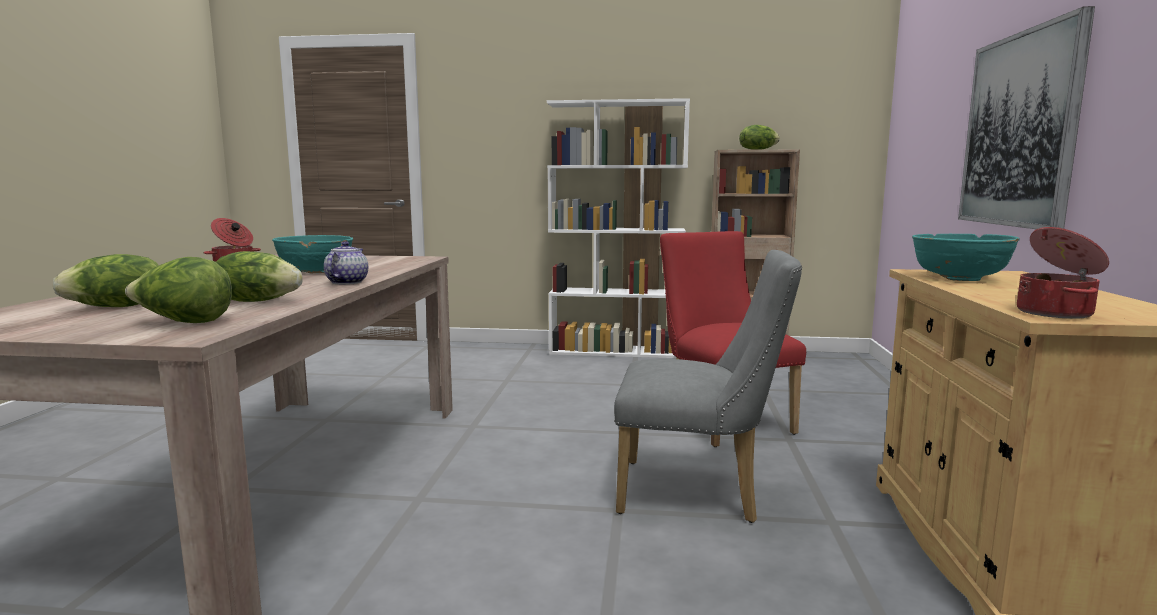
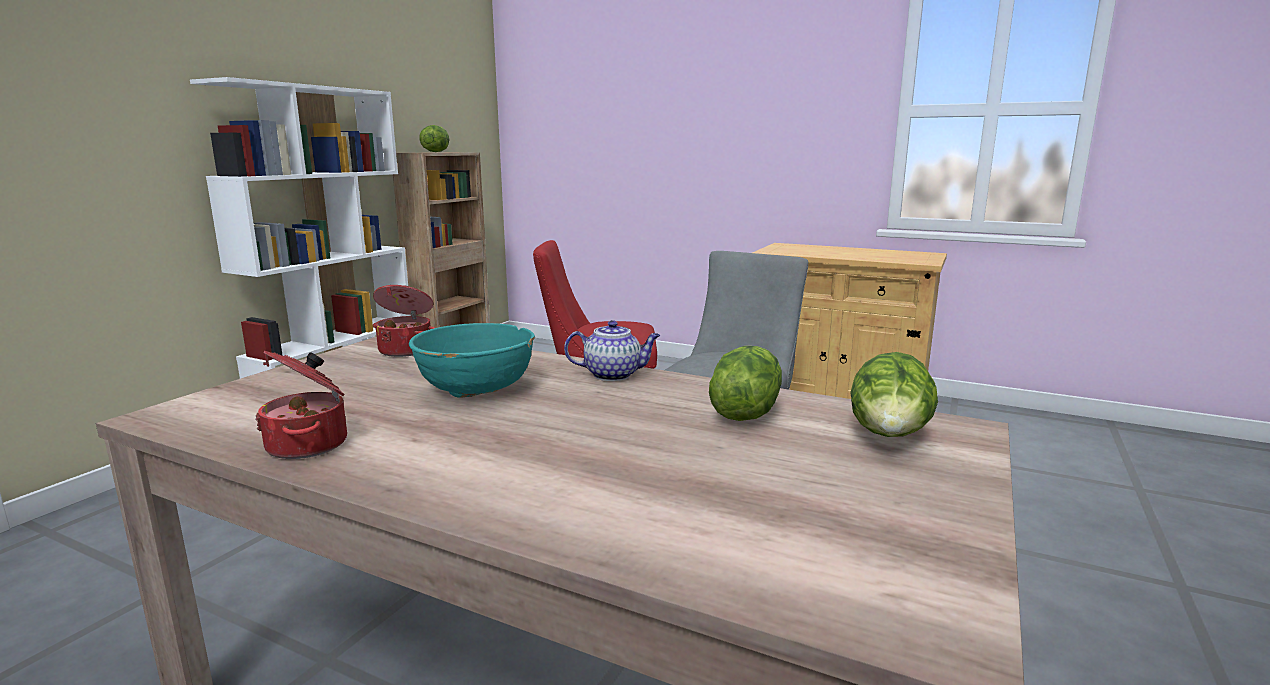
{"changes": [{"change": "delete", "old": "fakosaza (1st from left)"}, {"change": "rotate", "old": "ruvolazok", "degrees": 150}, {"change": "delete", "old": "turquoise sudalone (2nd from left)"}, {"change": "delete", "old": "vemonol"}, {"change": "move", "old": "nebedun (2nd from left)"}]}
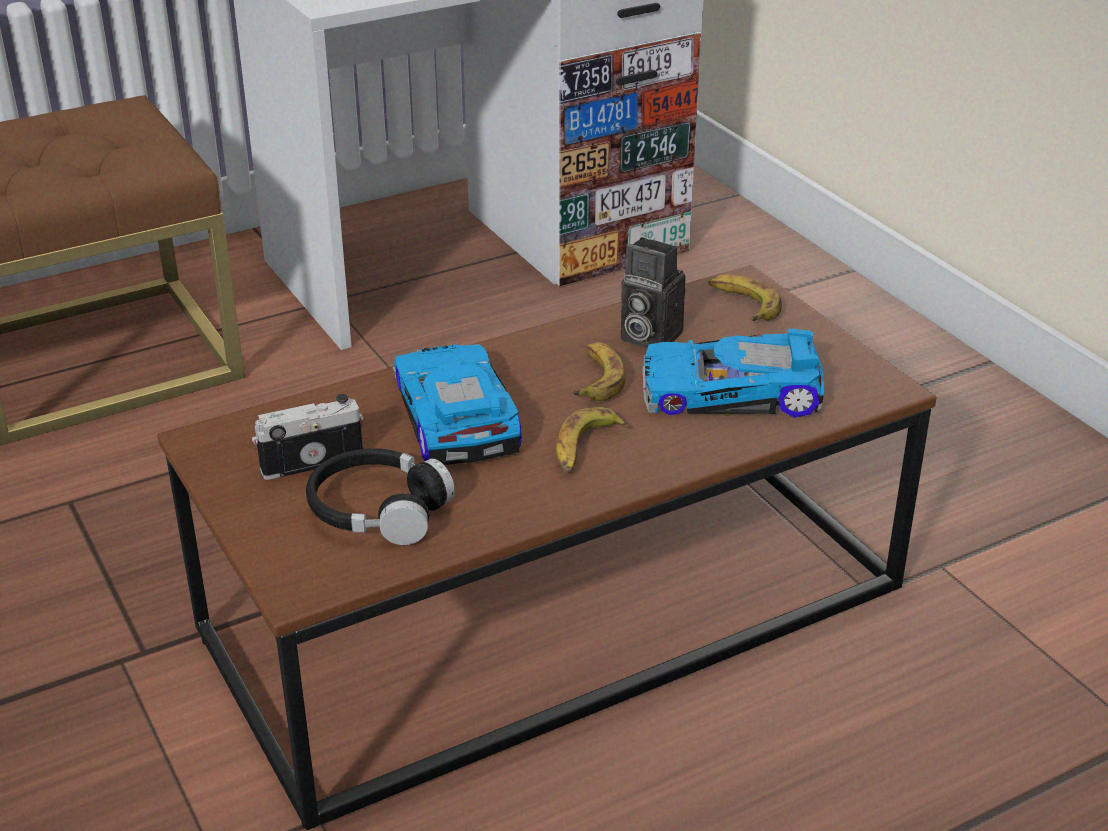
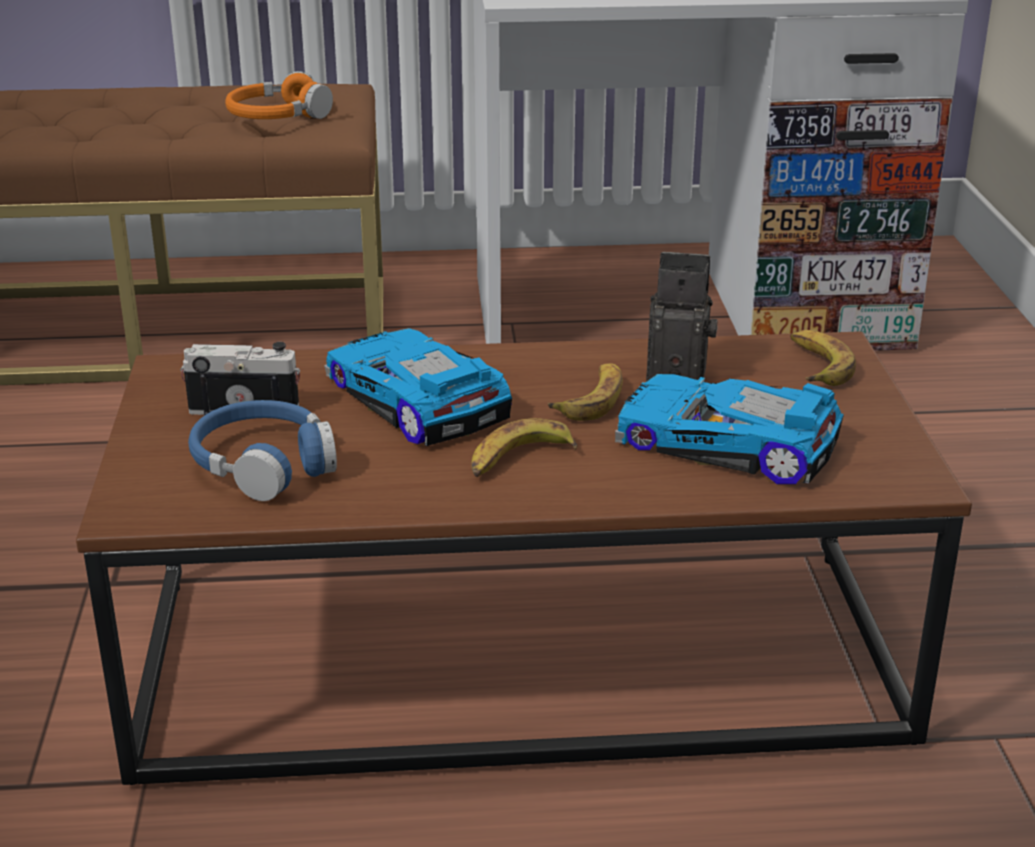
{"changes": [{"change": "recolor", "old": "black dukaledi", "new": "blue dukaledi"}, {"change": "rotate", "old": "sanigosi (1st from left)", "degrees": -45}, {"change": "rotate", "old": "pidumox (2nd from left)", "degrees": 135}, {"change": "insert", "new": "orange dukaledi"}]}
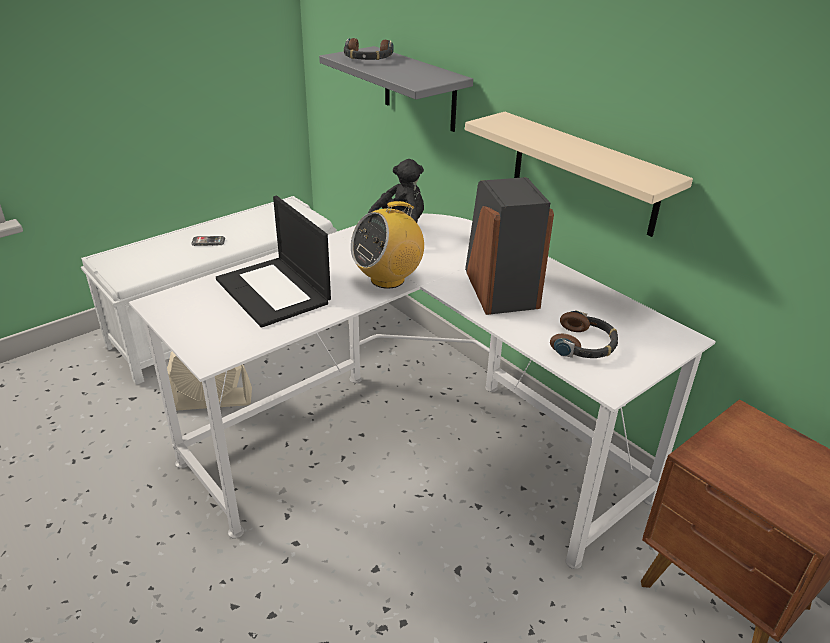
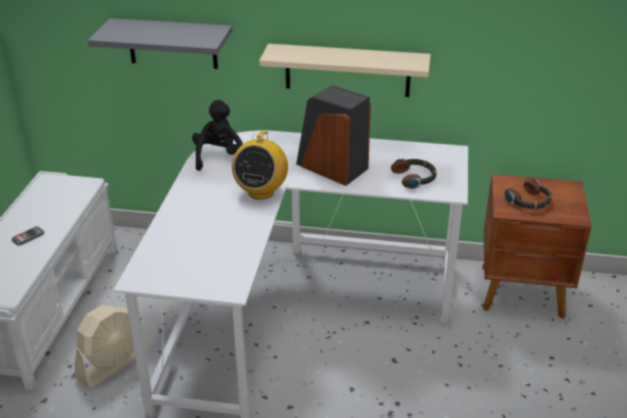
{"changes": [{"change": "delete", "old": "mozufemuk"}, {"change": "move", "old": "dukaledi (1st from left in the first image)", "new": "dukaledi (2nd from left)"}]}
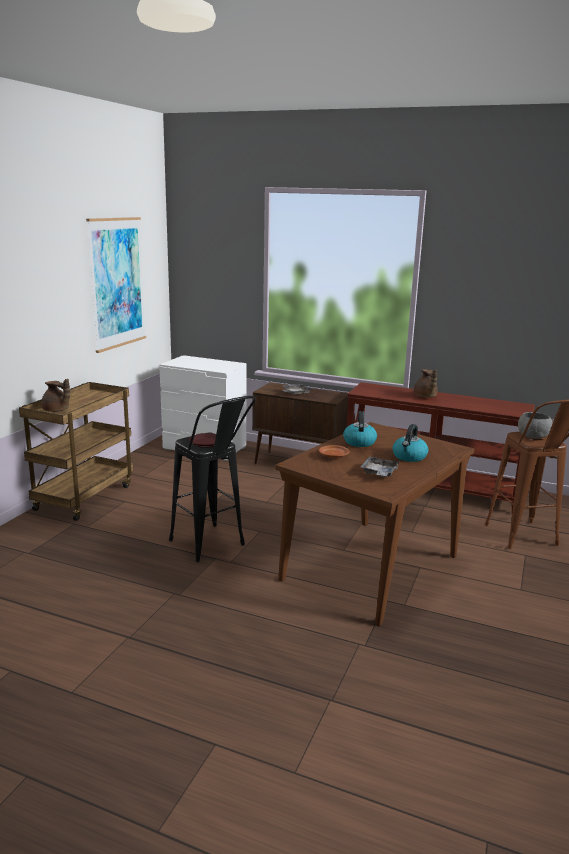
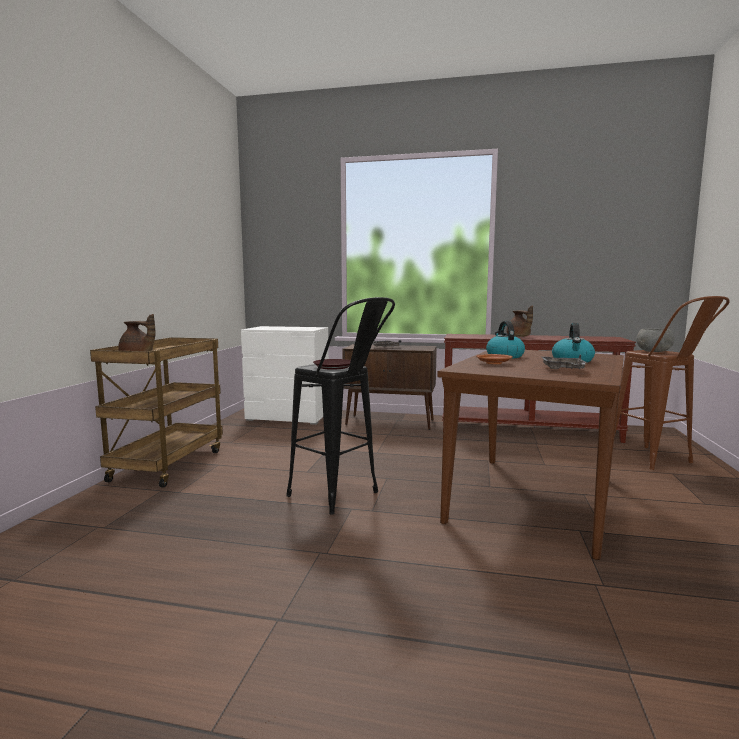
{"changes": [{"change": "delete", "old": "vemonol"}]}
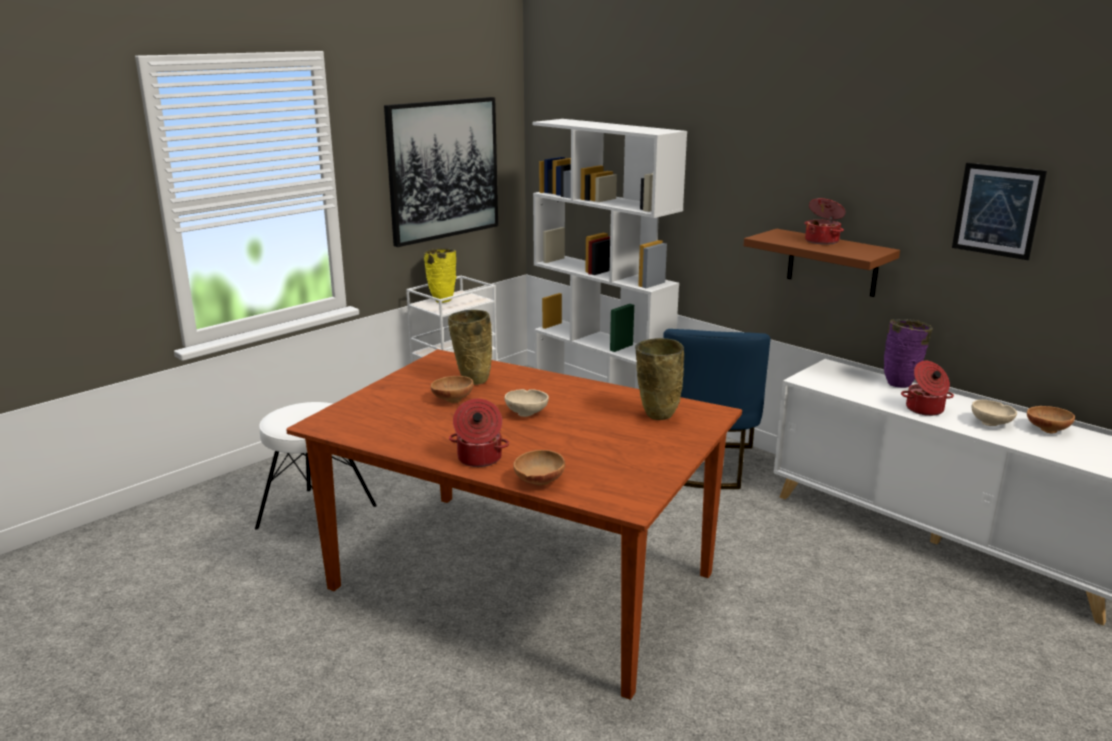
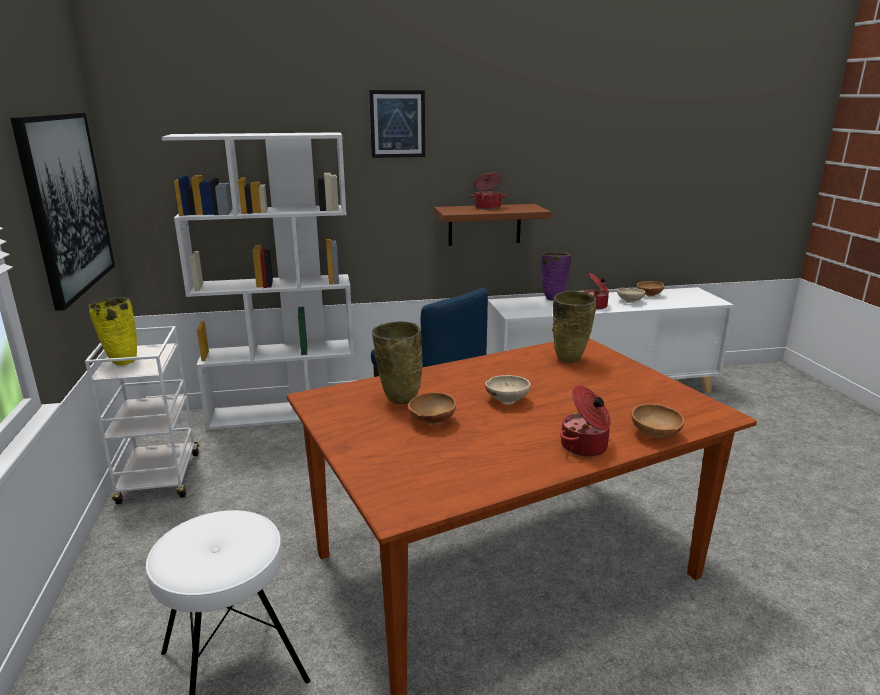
{"changes": [{"change": "move", "old": "vemonol (2nd from left)"}]}
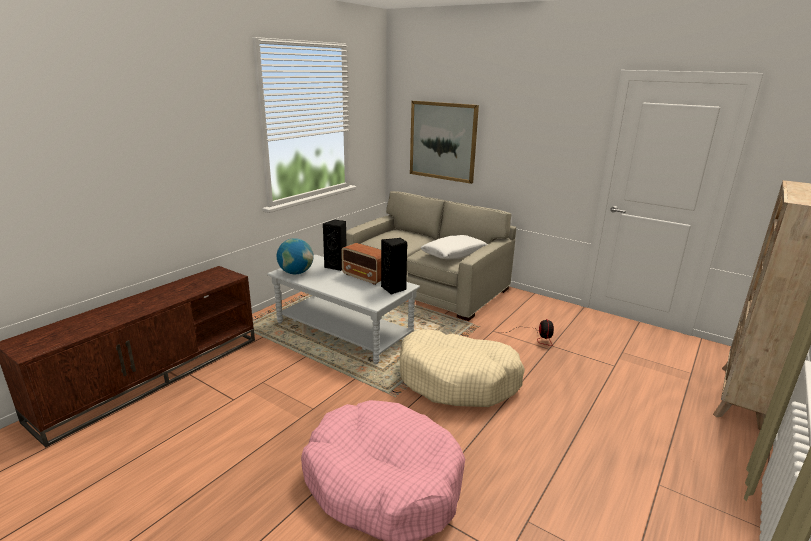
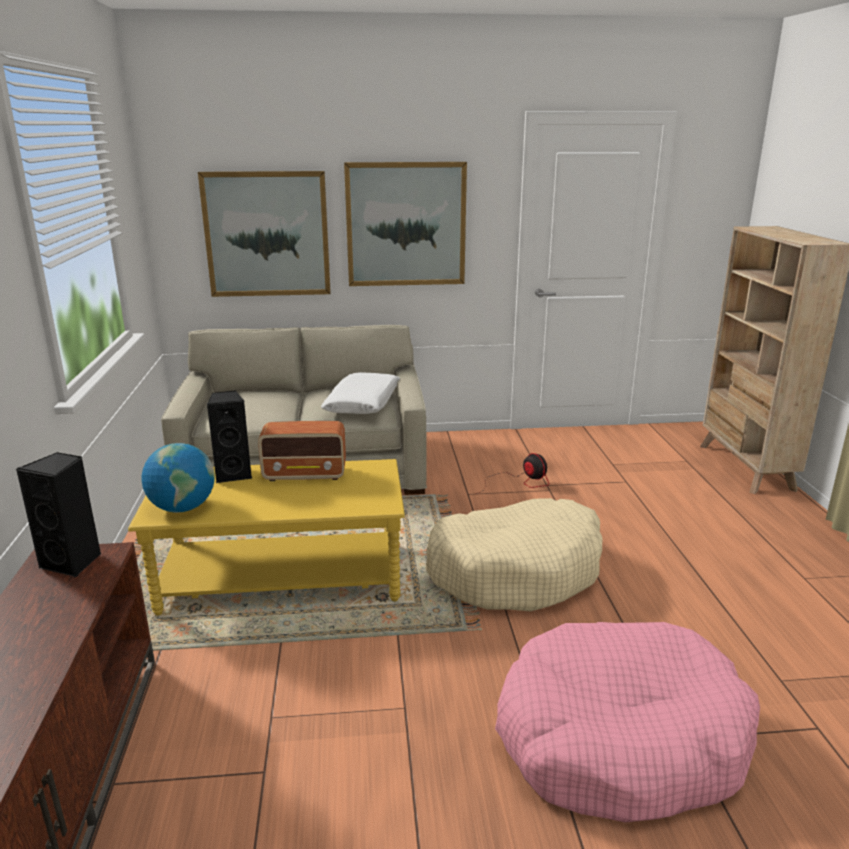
{"changes": [{"change": "recolor", "old": "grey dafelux", "new": "yellow dafelux"}, {"change": "move", "old": "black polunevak (2nd from left in the first image)", "new": "black polunevak (1st from left)"}, {"change": "insert", "new": "vemonol (2nd from left)"}]}
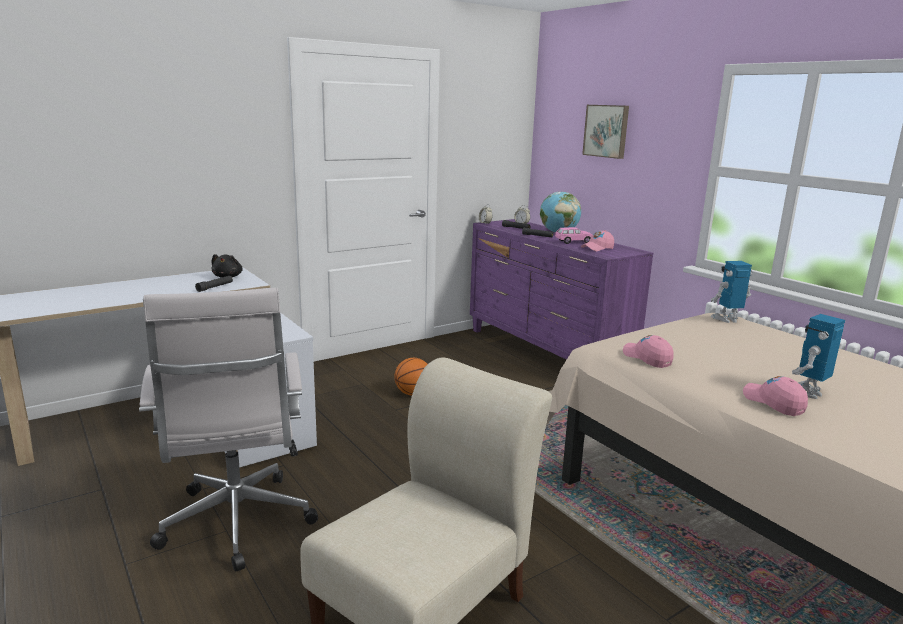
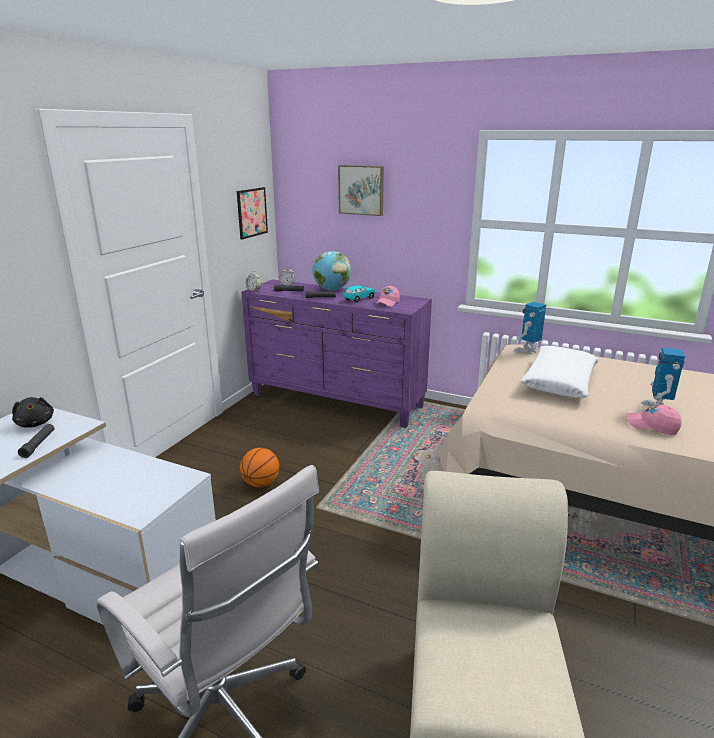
{"changes": [{"change": "recolor", "old": "pink sanigosi", "new": "turquoise sanigosi"}, {"change": "delete", "old": "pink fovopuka (2nd from left)"}, {"change": "insert", "new": "vemonol (1st from left)"}, {"change": "insert", "new": "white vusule"}]}
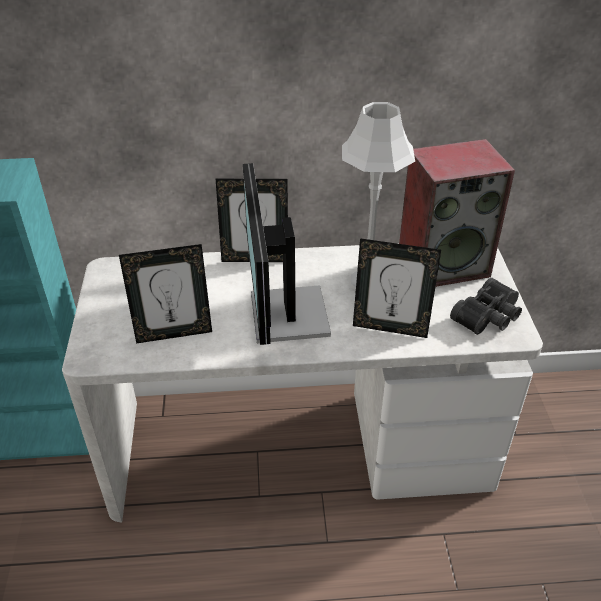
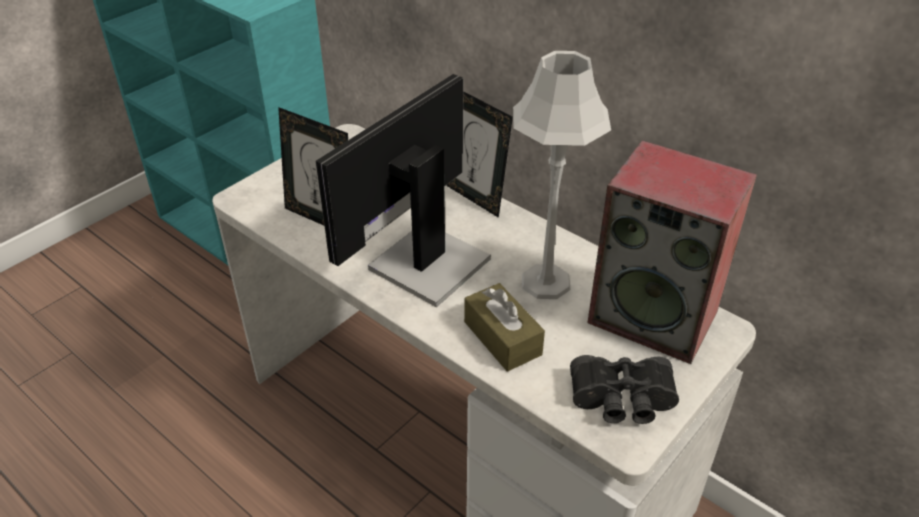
{"changes": [{"change": "replace", "old": "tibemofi (3rd from left)", "new": "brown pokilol"}]}
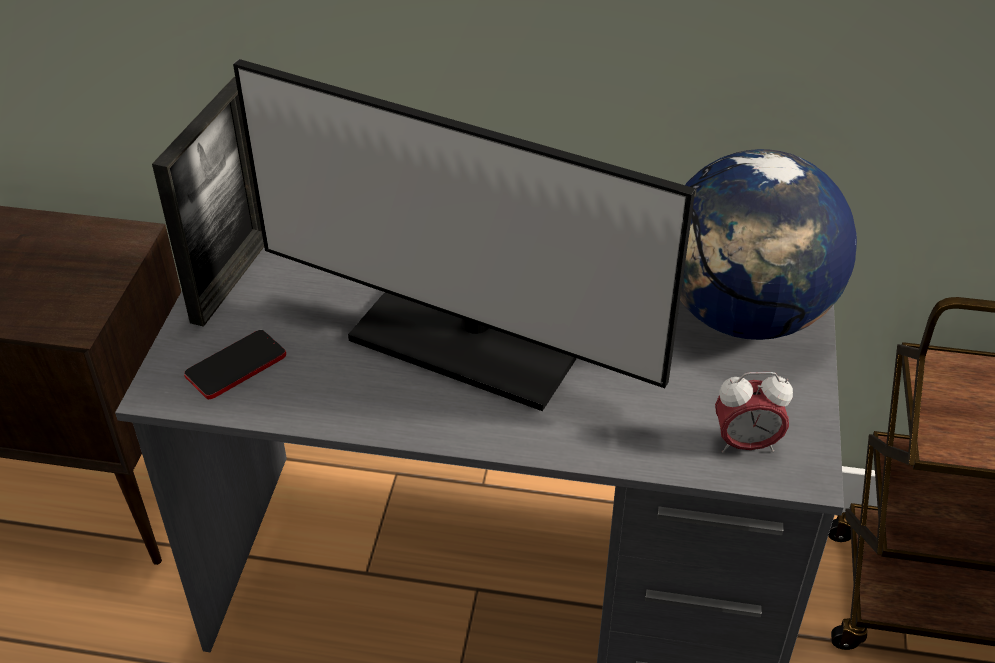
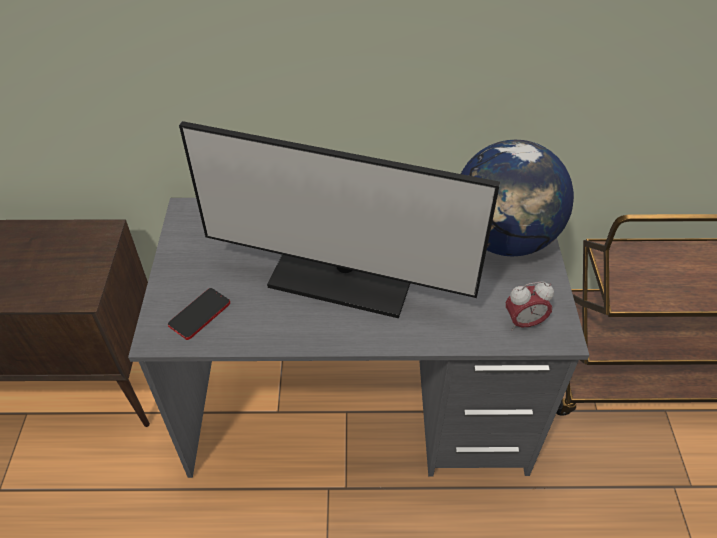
{"changes": [{"change": "delete", "old": "tibemofi"}]}
